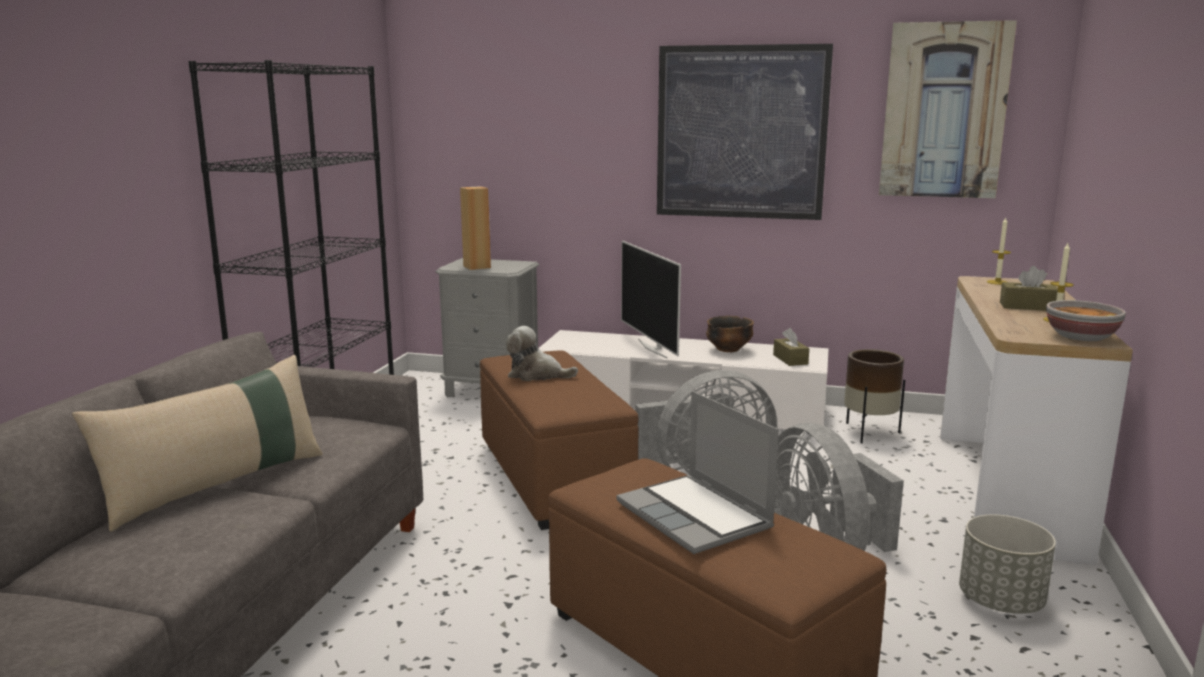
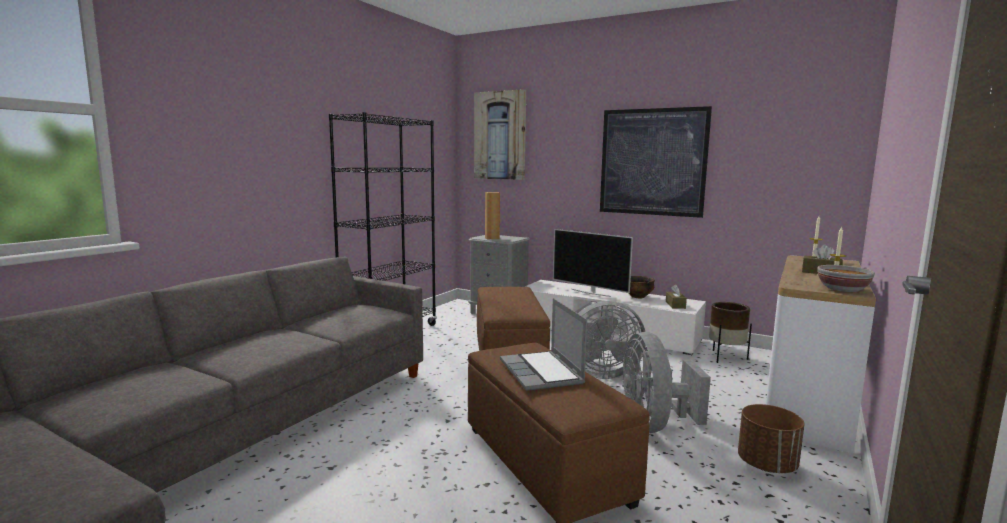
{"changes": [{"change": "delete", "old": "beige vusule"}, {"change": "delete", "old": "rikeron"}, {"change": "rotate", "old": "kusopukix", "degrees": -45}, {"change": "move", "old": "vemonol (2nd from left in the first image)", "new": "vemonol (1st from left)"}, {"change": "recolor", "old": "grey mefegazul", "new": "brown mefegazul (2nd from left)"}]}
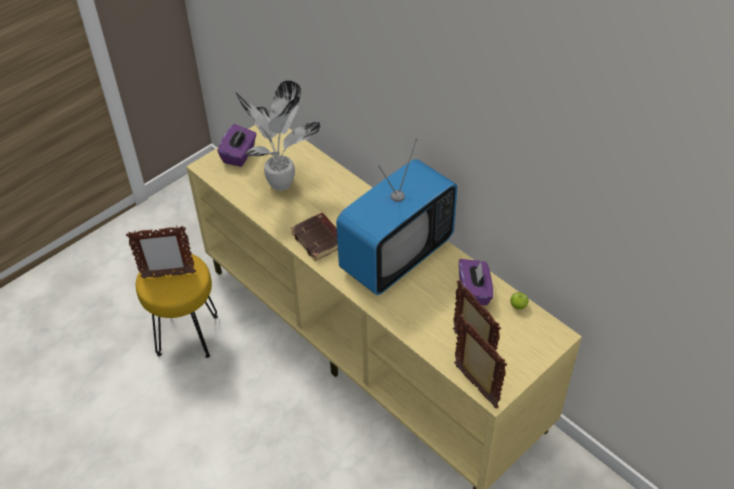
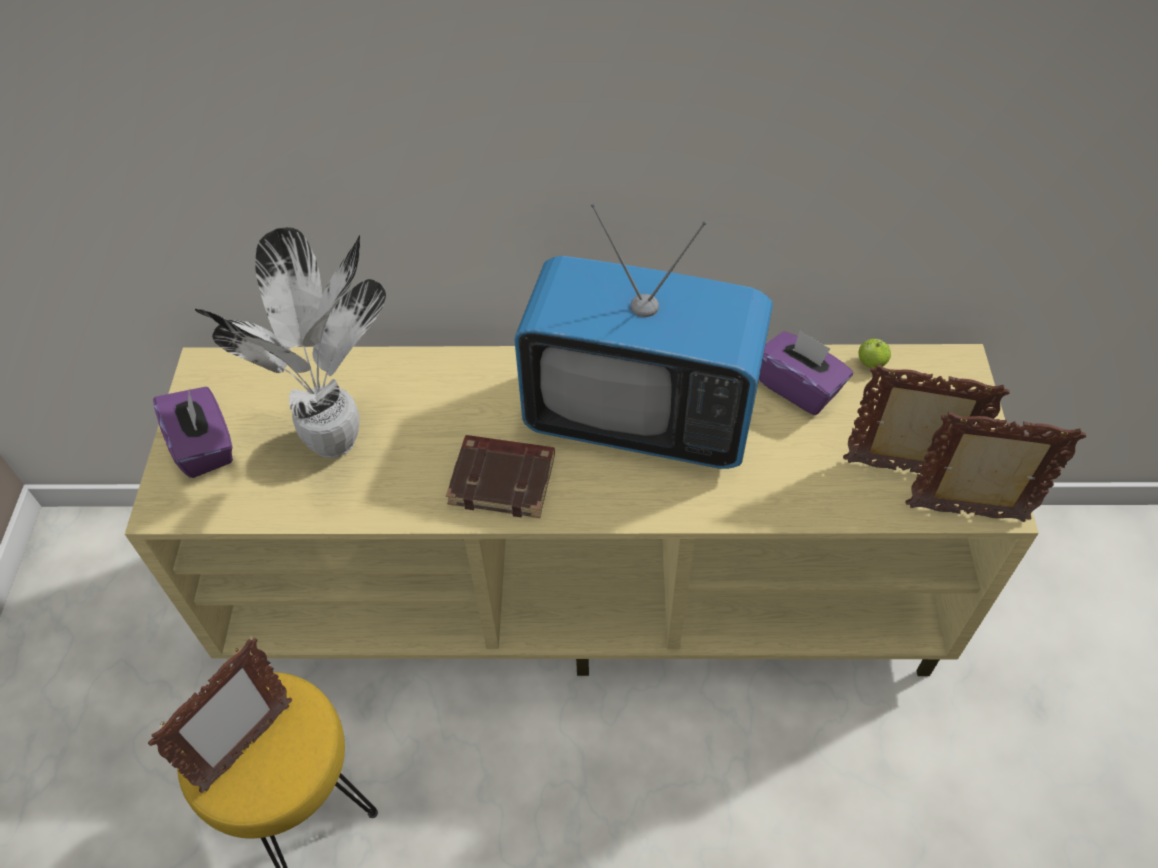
{"changes": [{"change": "rotate", "old": "kusopukix", "degrees": 105}]}
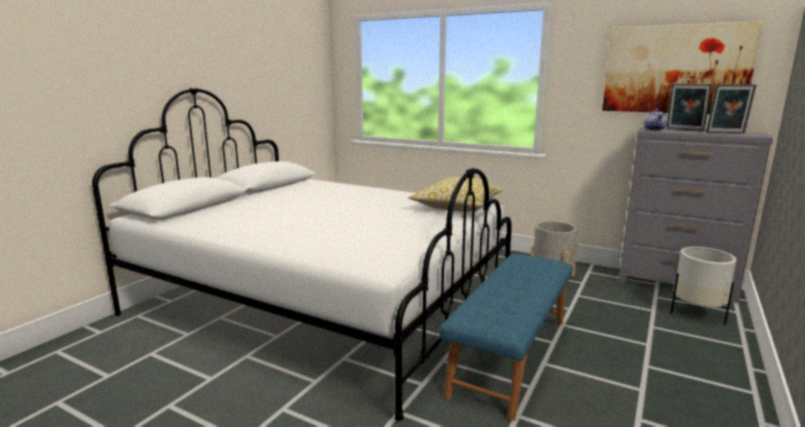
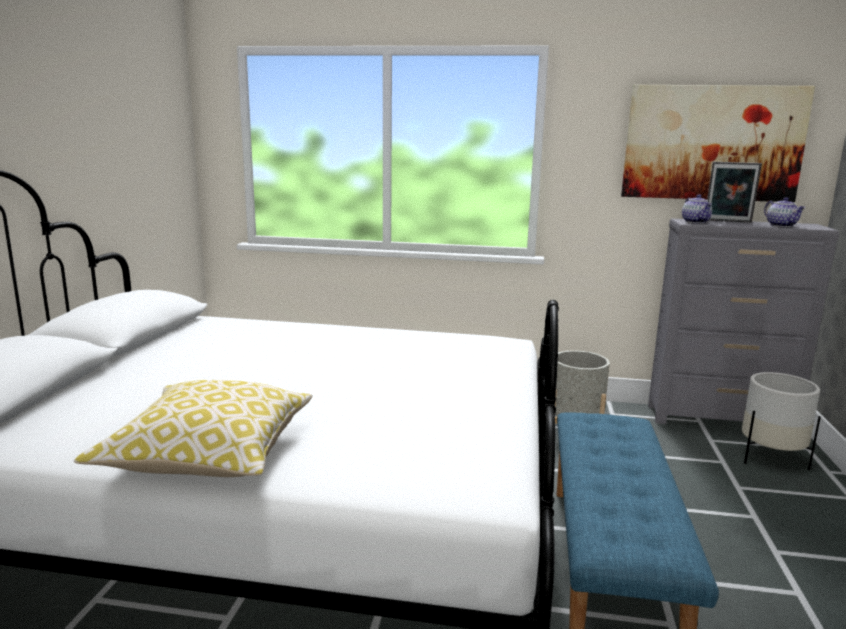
{"changes": [{"change": "move", "old": "vusule"}, {"change": "replace", "old": "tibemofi (2nd from left)", "new": "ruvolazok (2nd from left)"}]}
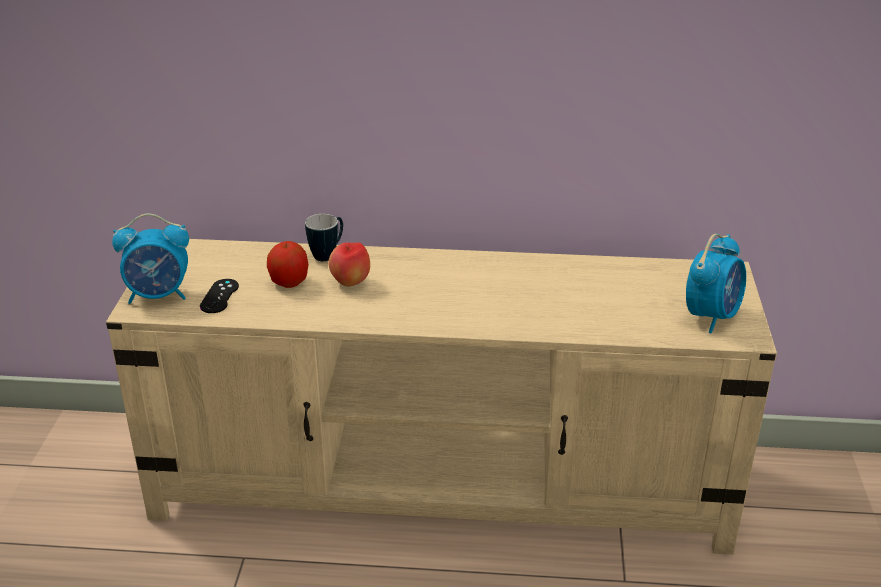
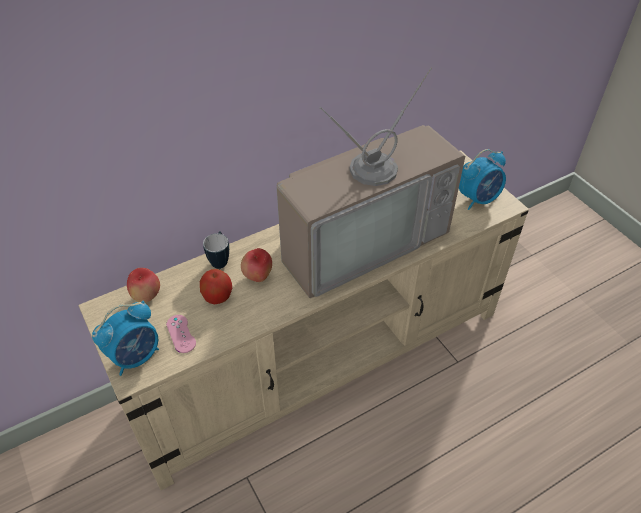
{"changes": [{"change": "recolor", "old": "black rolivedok", "new": "pink rolivedok"}, {"change": "rotate", "old": "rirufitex (2nd from left)", "degrees": 60}, {"change": "insert", "new": "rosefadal (1st from left)"}, {"change": "insert", "new": "kusopukix"}]}
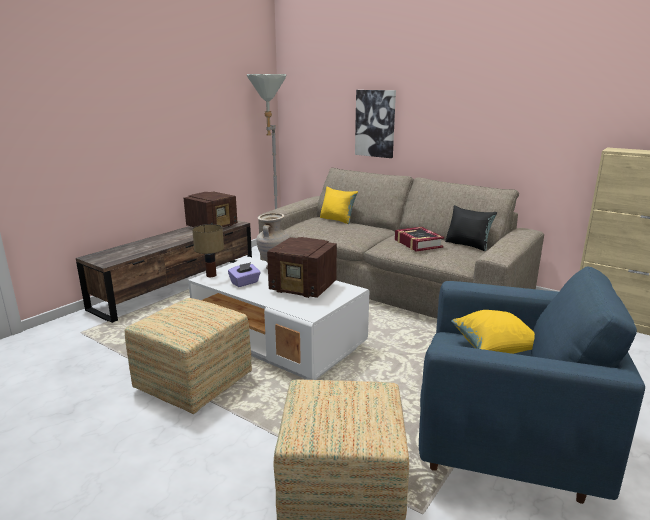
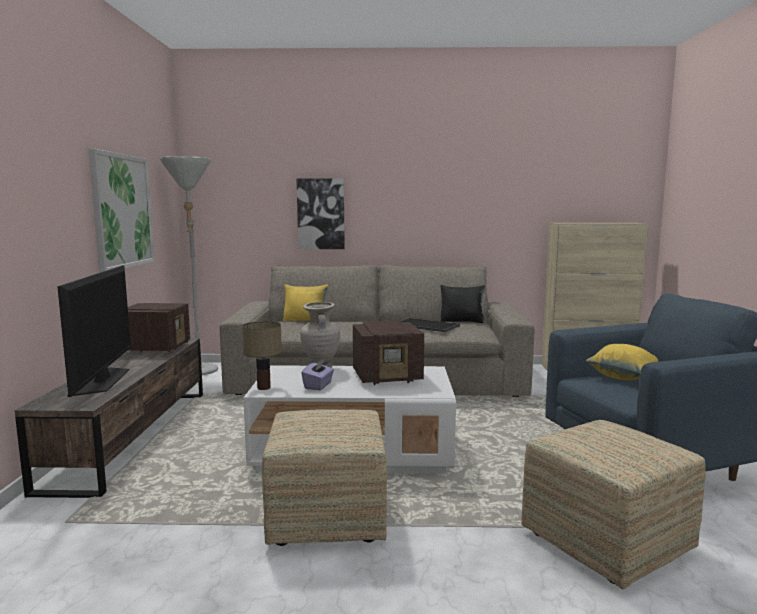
{"changes": [{"change": "replace", "old": "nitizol", "new": "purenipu"}, {"change": "insert", "new": "kusopukix"}, {"change": "insert", "new": "vemonol (1st from left)"}]}
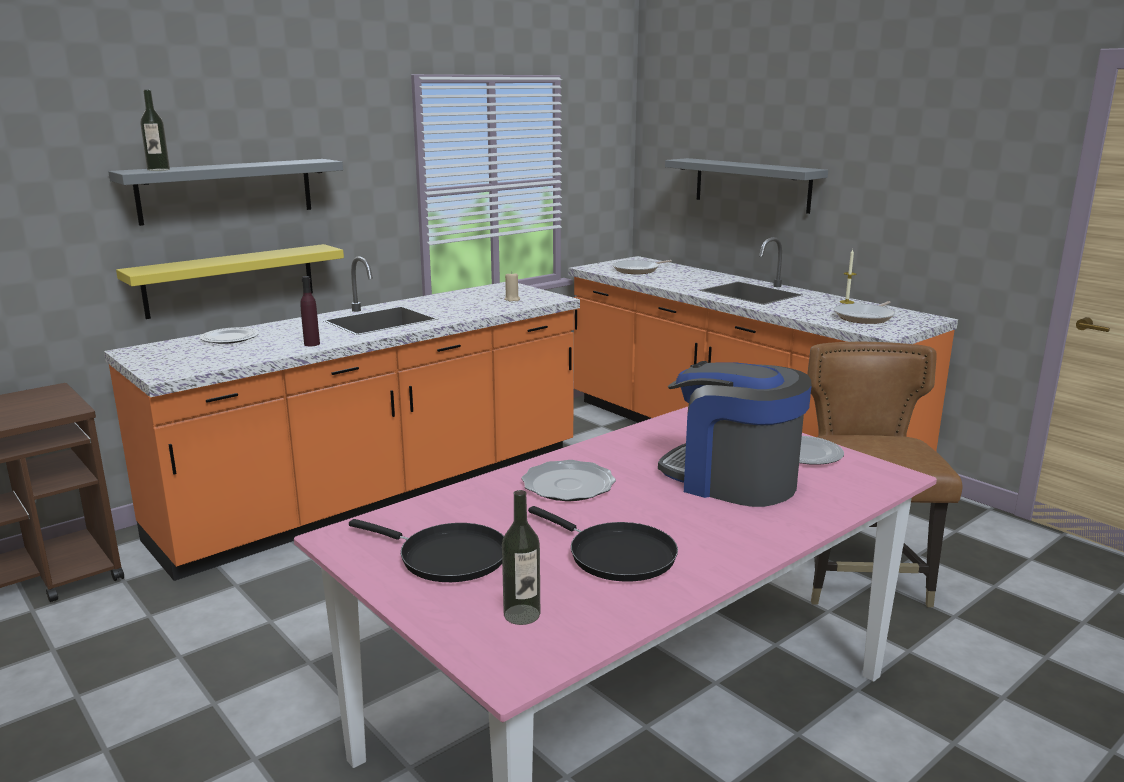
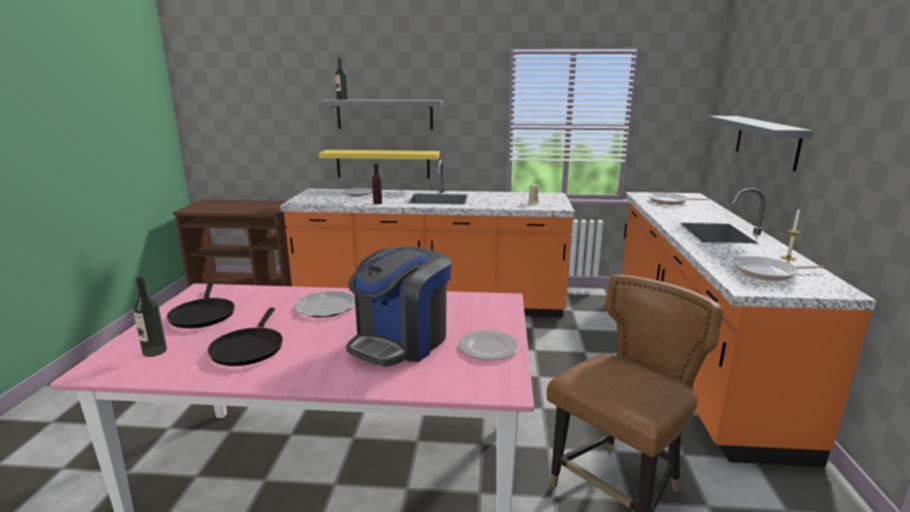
{"changes": [{"change": "rotate", "old": "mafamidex", "degrees": -135}]}
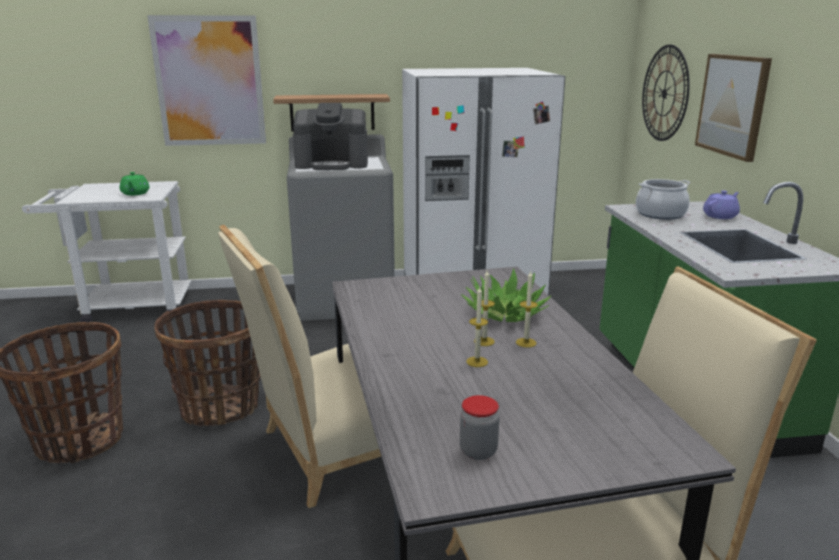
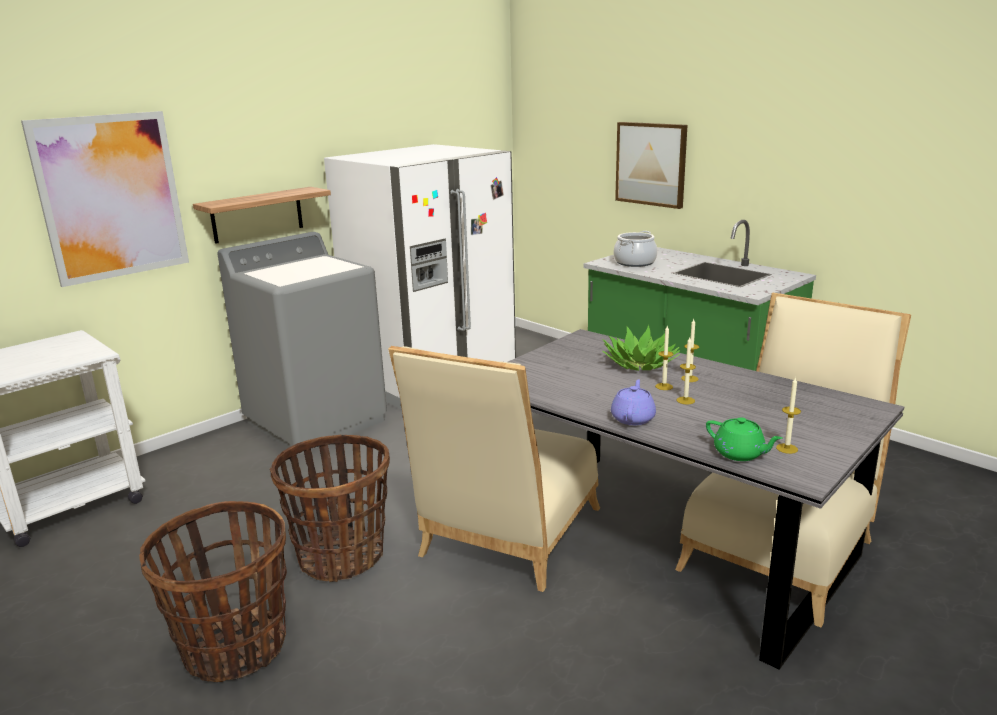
{"changes": [{"change": "move", "old": "green ruvolazok"}, {"change": "delete", "old": "mafamidex"}, {"change": "replace", "old": "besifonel", "new": "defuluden (4th from left)"}, {"change": "delete", "old": "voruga"}, {"change": "move", "old": "purple ruvolazok"}]}
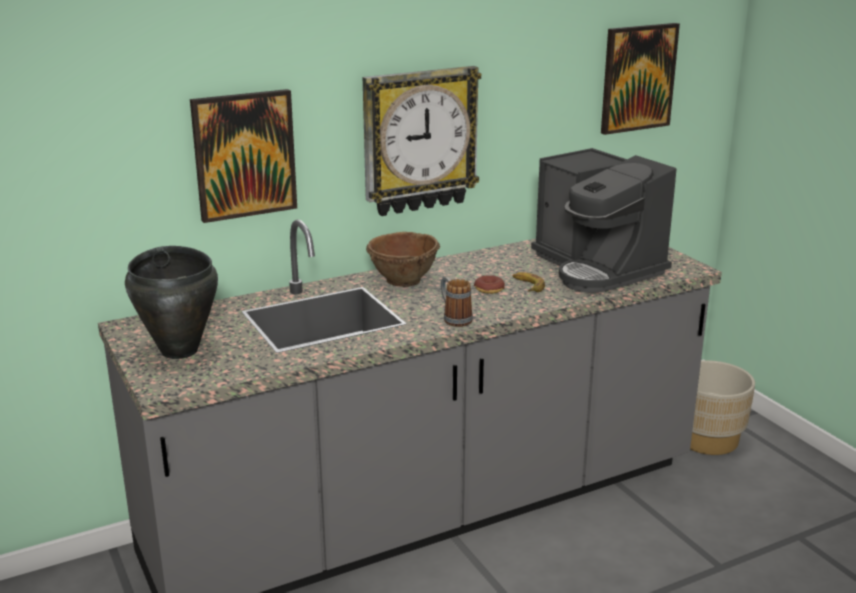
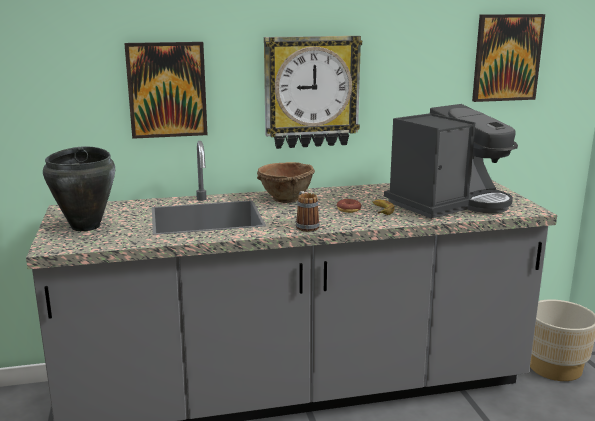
{"changes": [{"change": "rotate", "old": "mafamidex", "degrees": -105}]}
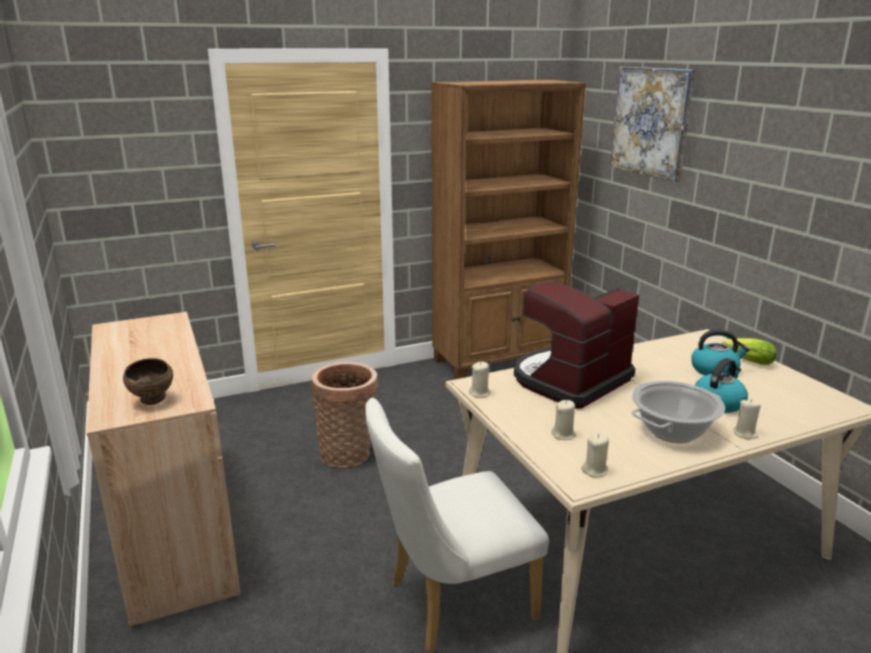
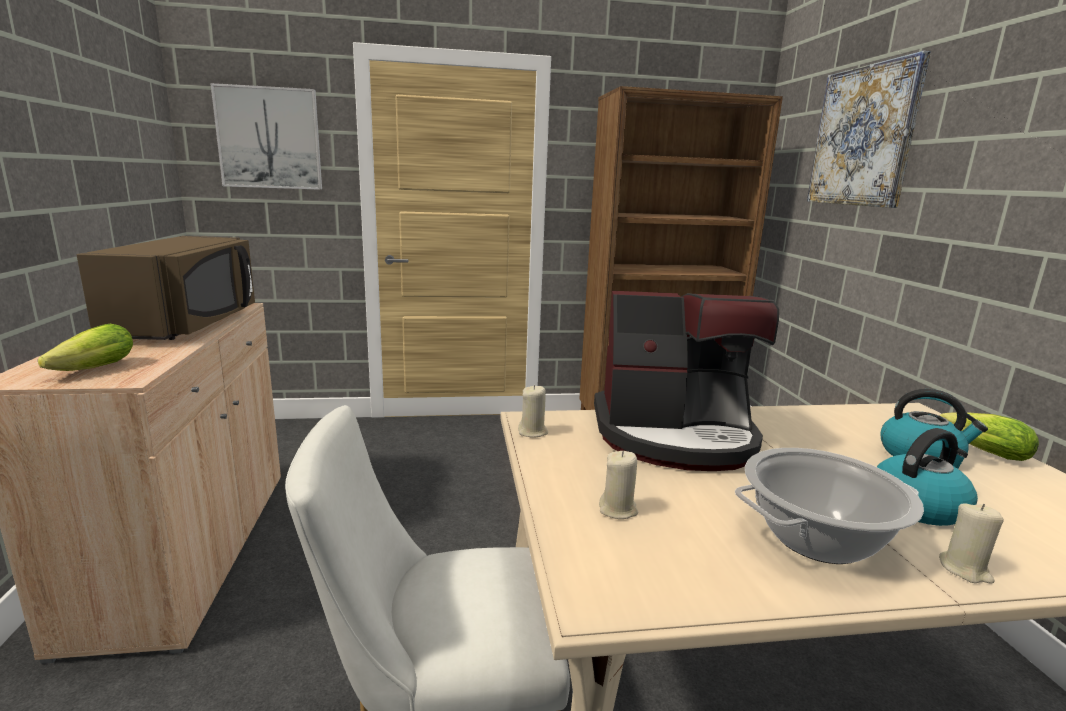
{"changes": [{"change": "replace", "old": "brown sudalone", "new": "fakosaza (1st from left)"}, {"change": "delete", "old": "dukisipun"}, {"change": "rotate", "old": "mafamidex", "degrees": -150}, {"change": "delete", "old": "beige defuluden (3rd from left)"}, {"change": "insert", "new": "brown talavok"}, {"change": "insert", "new": "vemonol (1st from left)"}]}
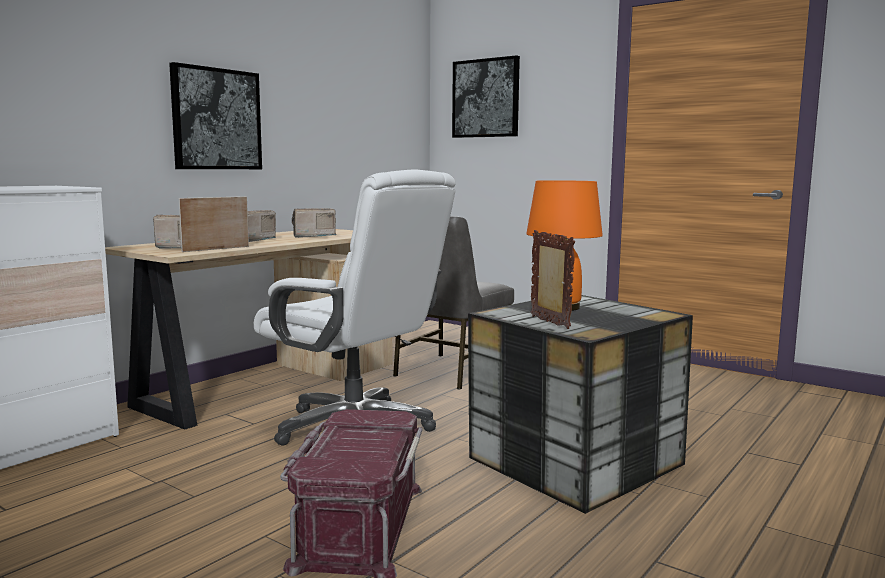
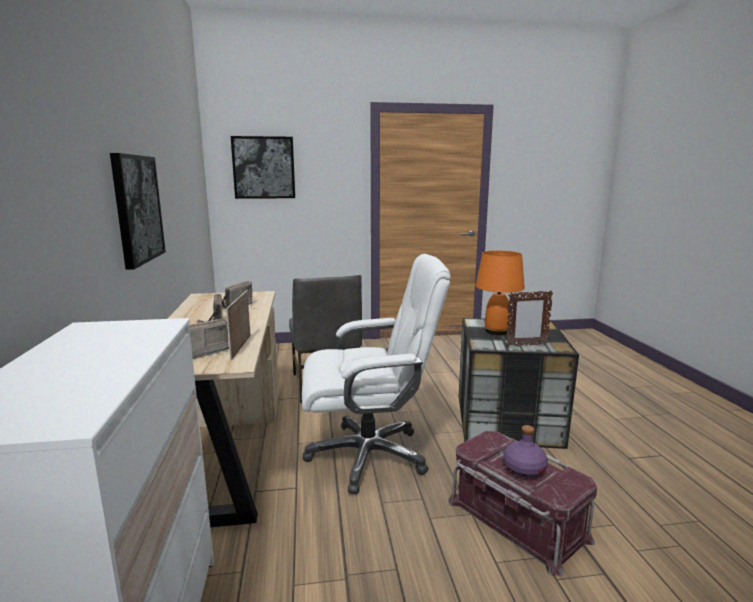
{"changes": [{"change": "rotate", "old": "tibemofi (2nd from left)", "degrees": 150}, {"change": "insert", "new": "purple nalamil"}]}
